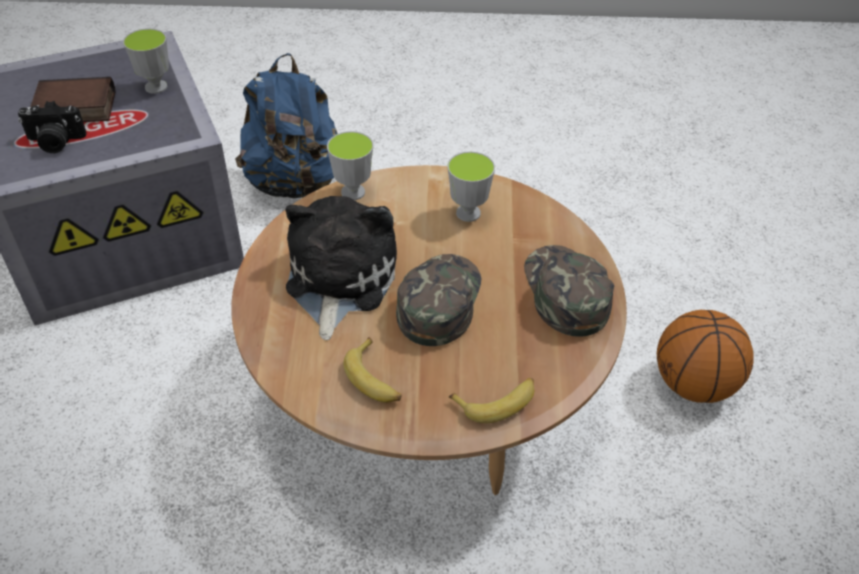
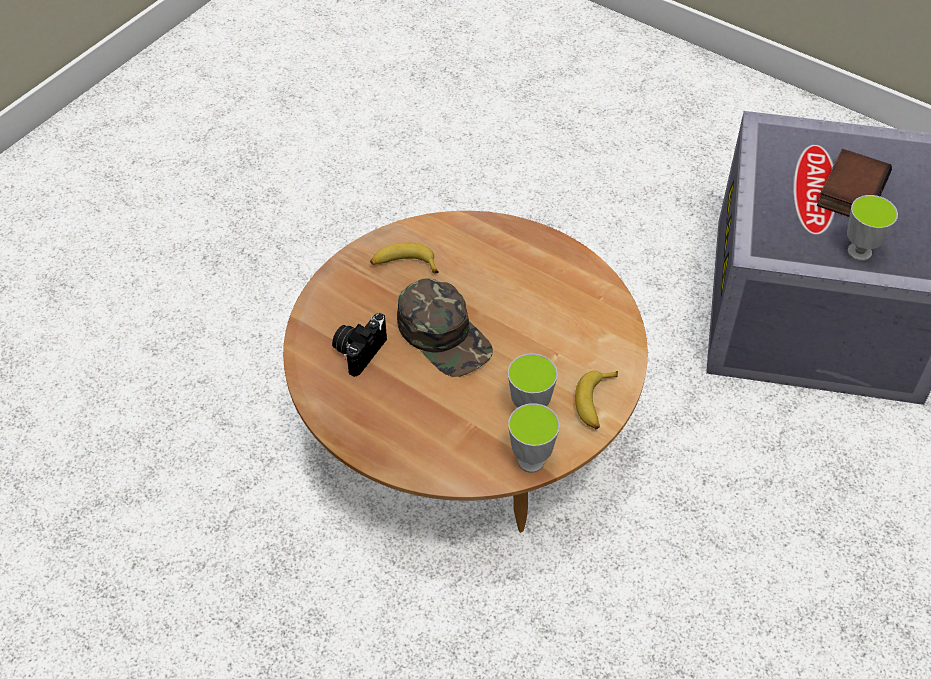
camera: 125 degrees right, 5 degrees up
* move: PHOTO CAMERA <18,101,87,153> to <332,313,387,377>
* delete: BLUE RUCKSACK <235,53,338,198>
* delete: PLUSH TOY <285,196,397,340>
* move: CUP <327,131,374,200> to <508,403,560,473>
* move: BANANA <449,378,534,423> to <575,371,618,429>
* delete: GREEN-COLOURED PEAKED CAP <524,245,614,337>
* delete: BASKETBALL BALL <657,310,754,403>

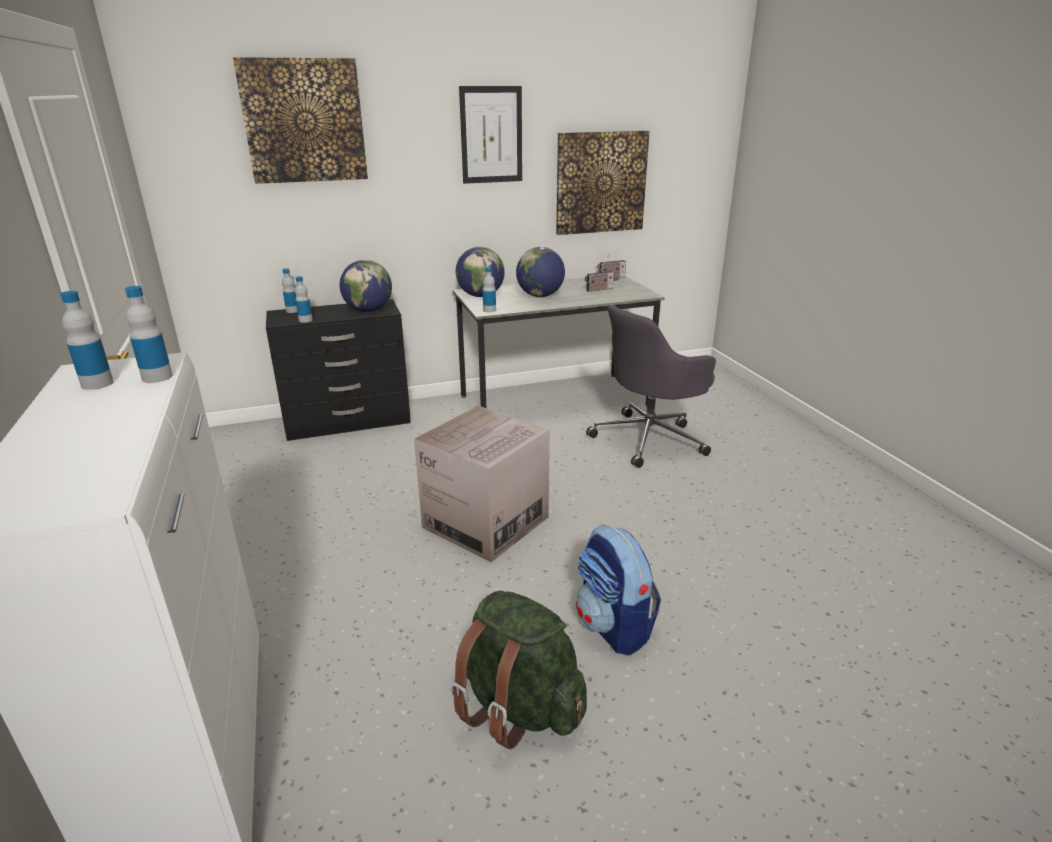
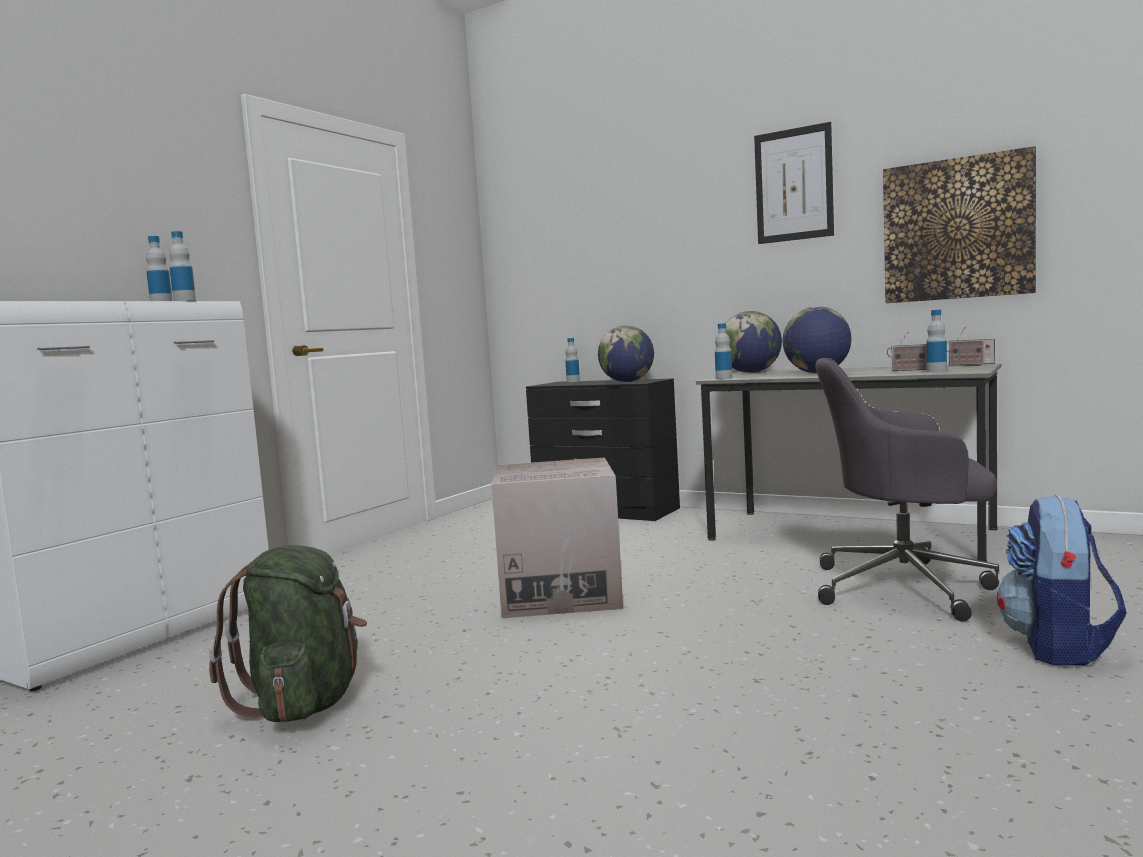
camera: 50 degrees right, 20 degrees down
* delete: WALL PICTURE <233,57,368,184>
* move: BEVERAGE BOTTLE <295,276,313,323> to <926,310,947,372>
* move: RUCKSACK <576,525,661,655> to <997,495,1127,665>

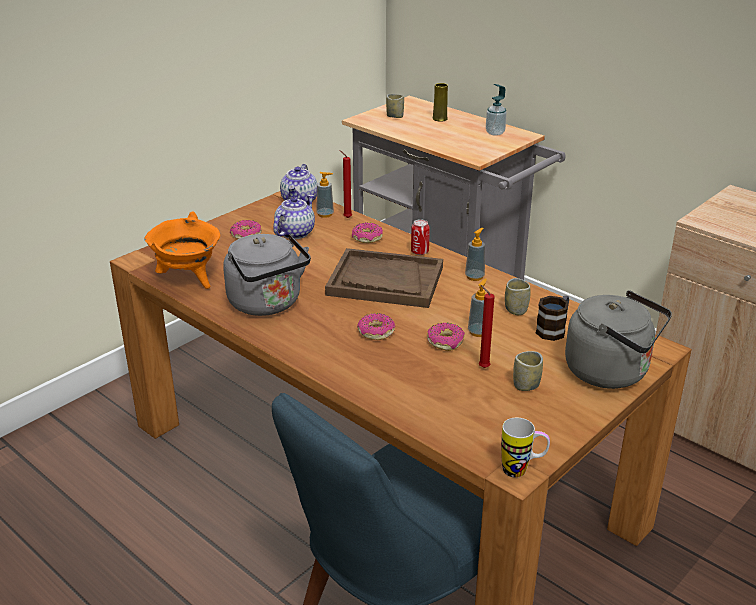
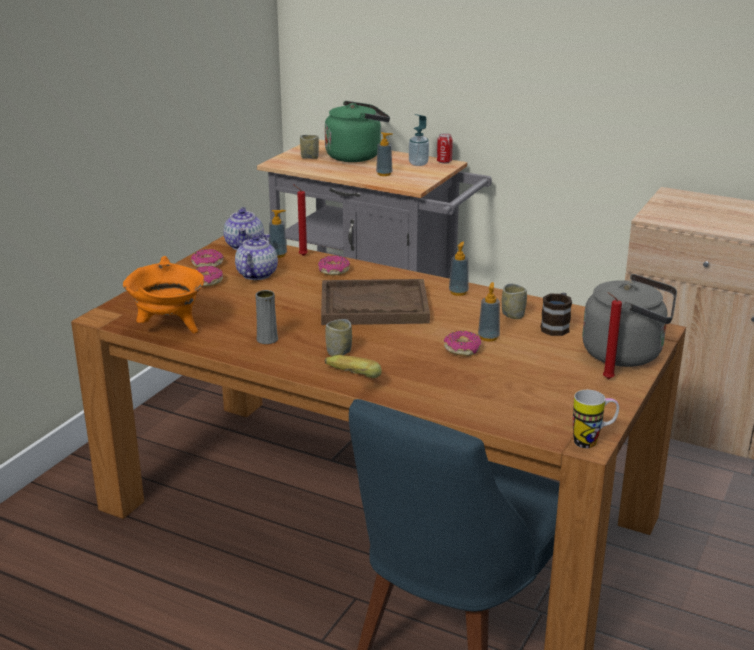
camera: 15 degrees left, 5 degrees down
* replace: GREYISH TEA KETTLE <223,234,311,316> to GREYISH DECORATIVE VASE <256,290,278,344>
* move: DOUGHNUT <357,313,395,340> to <191,249,224,267>
* move: CAN <411,219,430,255> to <437,133,453,164>
* replace: YELLOW-COLOURED DECORATIVE VASE <433,83,448,122> to GREEN-COLOURED TEA KETTLE <325,101,390,162>
* move: RED-COLOURED WAX LIGHT <479,285,495,368> to <603,292,622,379>
* move: CUP <513,351,543,391> to <325,319,352,356>
* insert: BANANA <325,355,382,378>
* insert: SOAP BOTTLE <376,132,393,176>

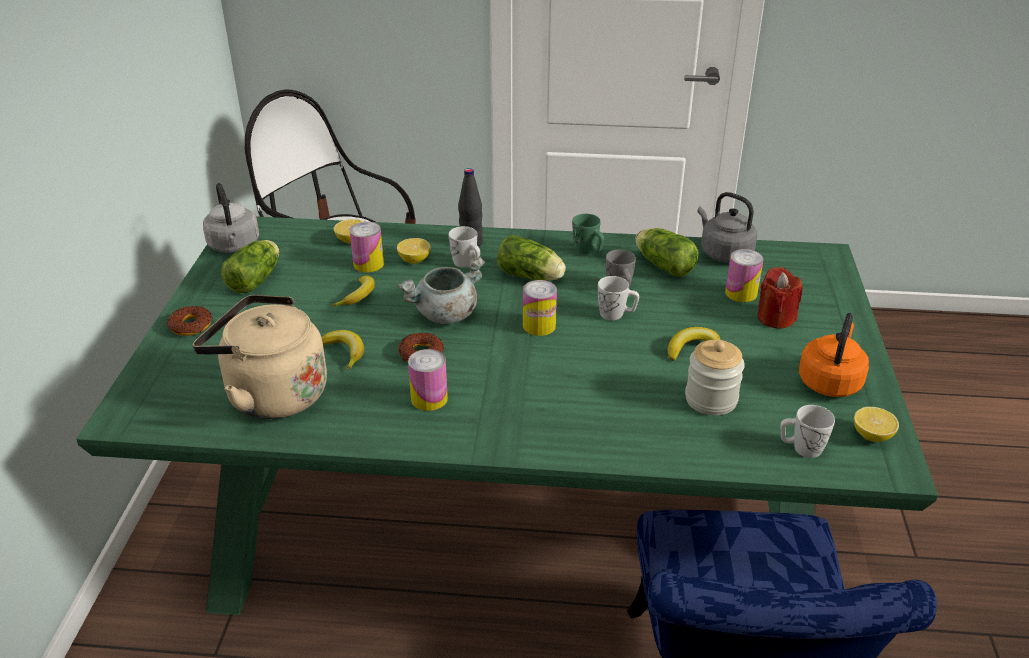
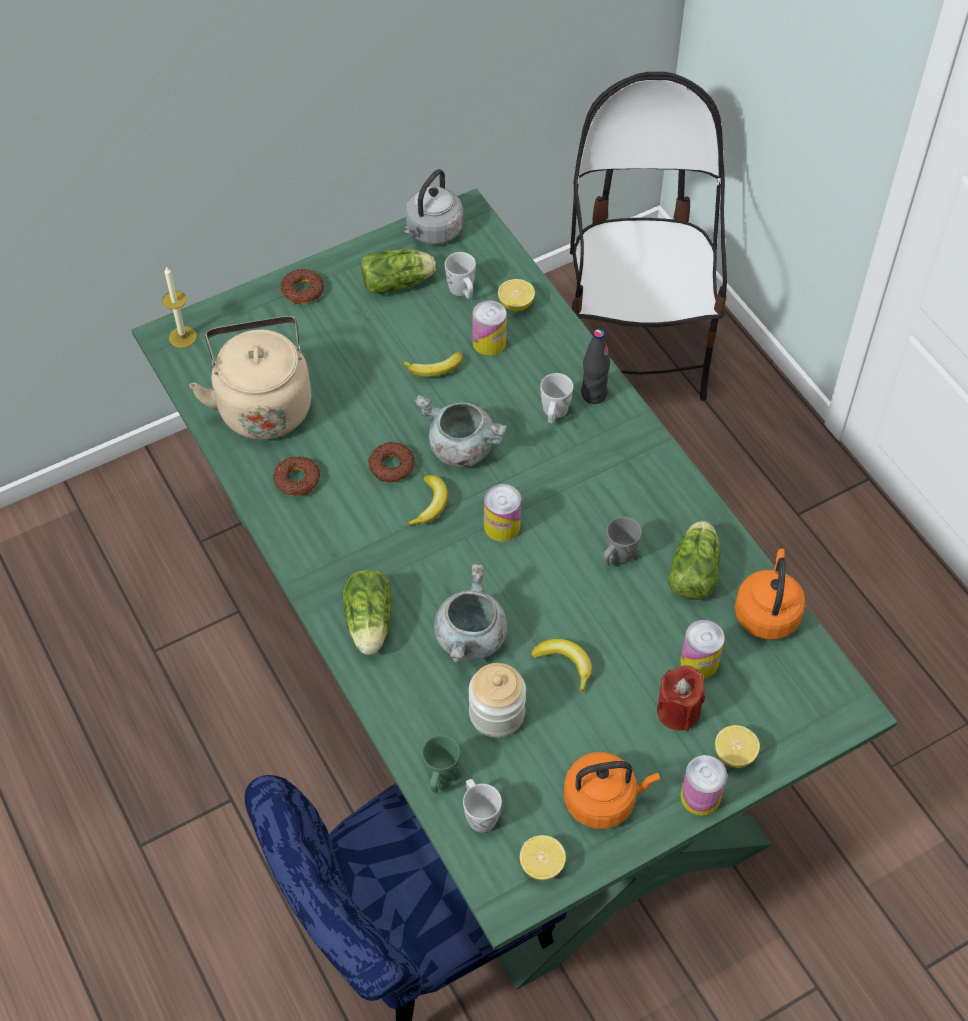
camera: 55 degrees right, 20 degrees up
* move: BANANA <321,330,364,371> to <405,475,448,526>
* move: CITRUS FRUIT <397,238,431,264> to <715,725,760,768>
* move: CAN <408,349,448,411> to <681,755,727,816>
* move: LETTUCE <497,235,566,281> to <342,570,392,655>
* move: GREEN-COLOURED TEA MUG <572,214,604,254> to <422,735,460,793>
* move: WHITISH TEA MUG <598,276,639,321> to <445,252,476,299>
* recolor: GREYISH TEA KETTLE <697,192,758,263> to ORANGE TEA KETTLE <735,549,806,640>
* insert: WAX LIGHT <162,266,197,348>
* insert: DOUGHNUT <273,456,320,496>
* insert: GREYISH STOCKPOT <434,563,507,663>

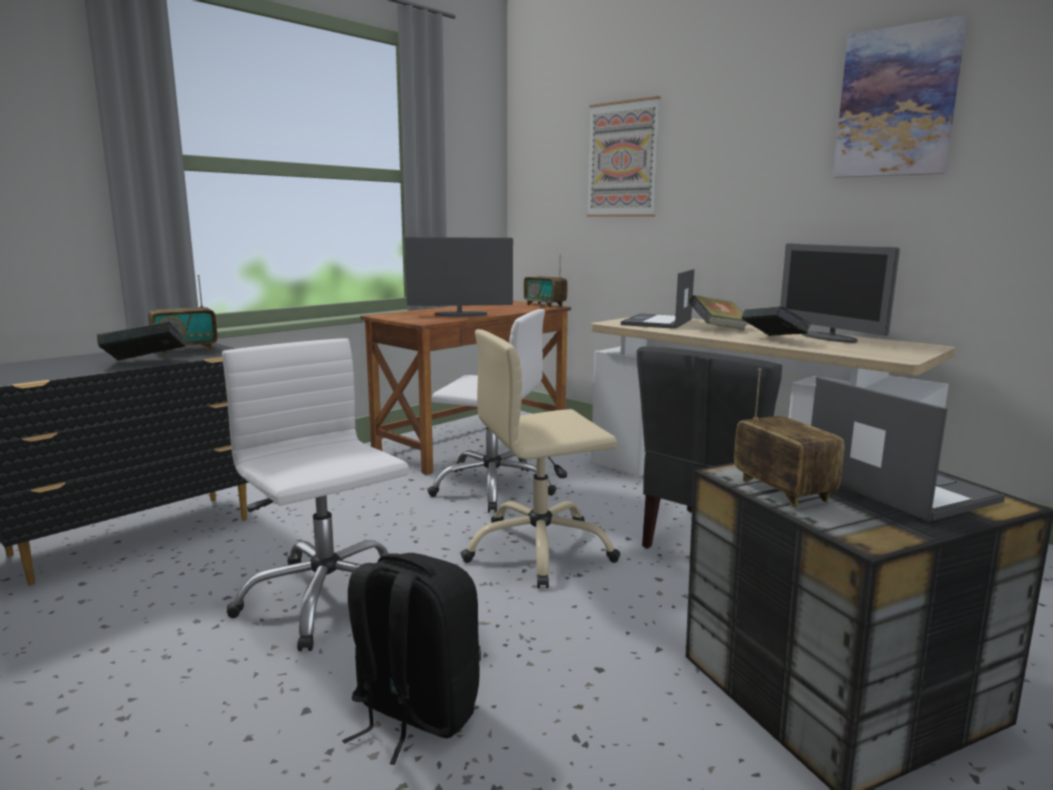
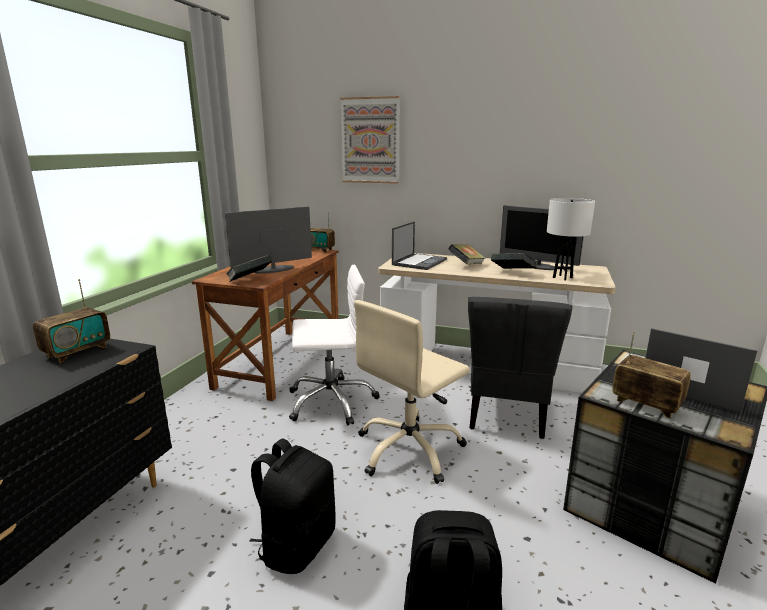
camera: 25 degrees left, 5 degrees up
* move: BOOK <97,321,185,361> to <226,255,272,282>
* replace: WHITISH COMPUTER CHAIR <222,338,409,651> to BLACK-COLOURED RUCKSACK <250,438,336,574>
* rotate: PORTABLE COMPUTER <621,269,694,329> = <392,221,447,270> 150 degrees counterclockwise
* delete: WALL PICTURE <833,15,967,178>
* insert: WHITISH TABLE LAMP <547,198,595,280>

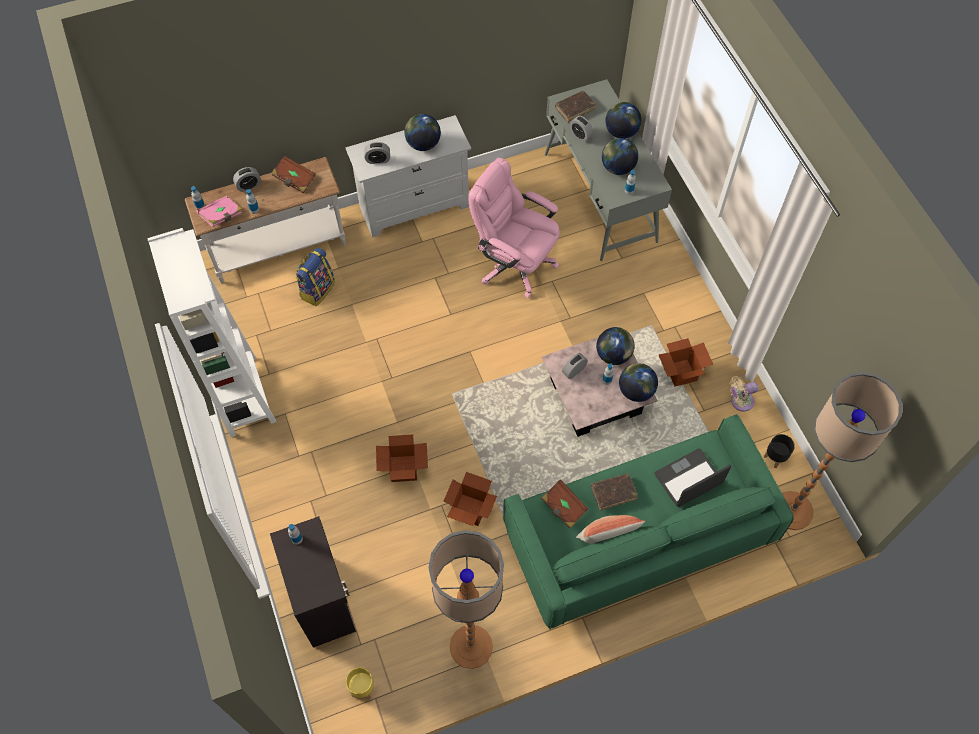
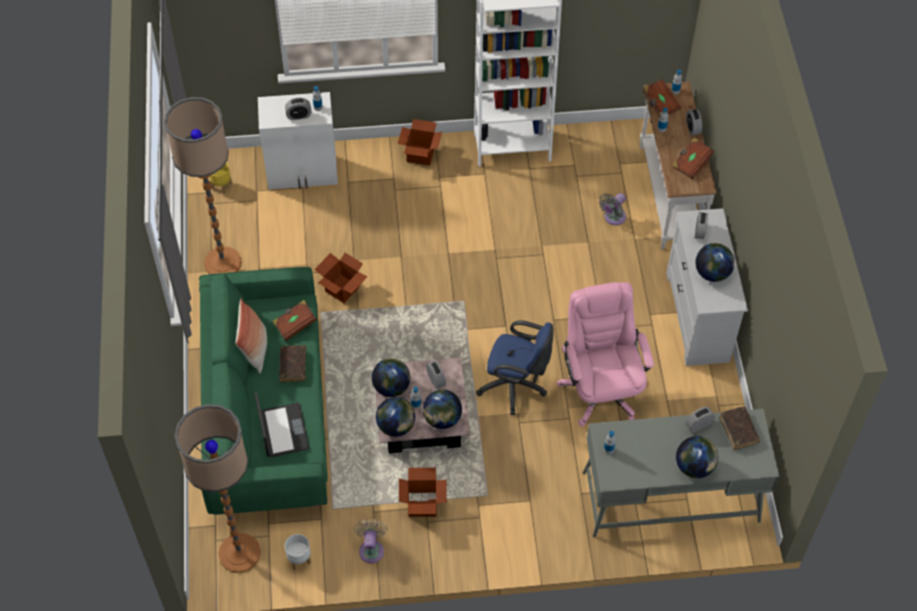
camera: 105 degrees right, 5 degrees down
* recolor: PINK BOOK <196,196,242,227> to BROWNISH BOOK <643,79,681,117>
* recolor: BLACK-COLOURED STORAGE CABINET <270,516,356,648> to WHITISH STORAGE CABINET <258,92,338,190>
* replace: RUCKSACK <295,247,335,306> to GREYISH COOLING FAN <599,193,626,225>
* move: PACKING BOX <376,435,428,482> to <398,119,442,165>
* rotate: PINK COMPUTER CHAIR <468,157,560,298> = <557,282,654,426> 60 degrees counterclockwise
* move: DESK GLOBE <602,138,638,175> to <372,358,410,397>
* recolor: BLACK-COLOURED PLANTER <764,434,795,468> to WHITISH PLANTER <285,534,311,570>
* insert: TABLE CLOCK <285,98,312,120>
* insert: BLUE COMPUTER CHAIR <476,320,554,415>

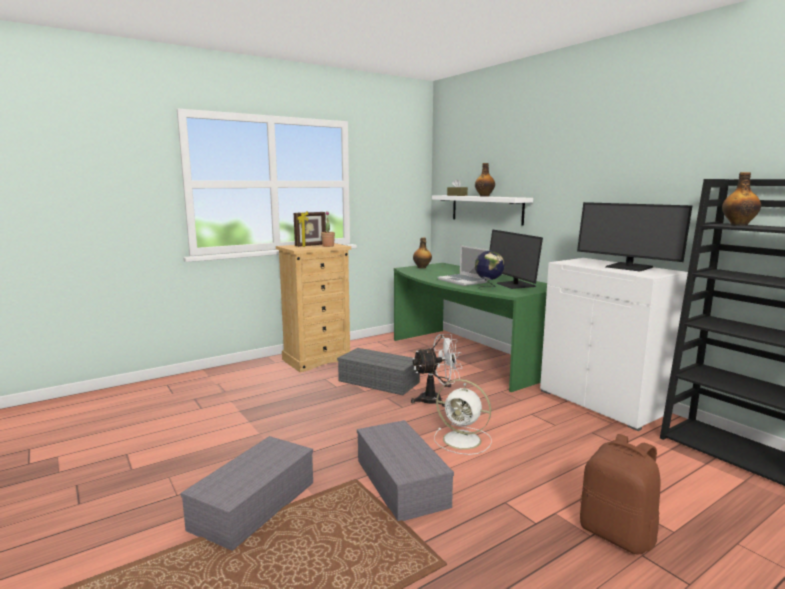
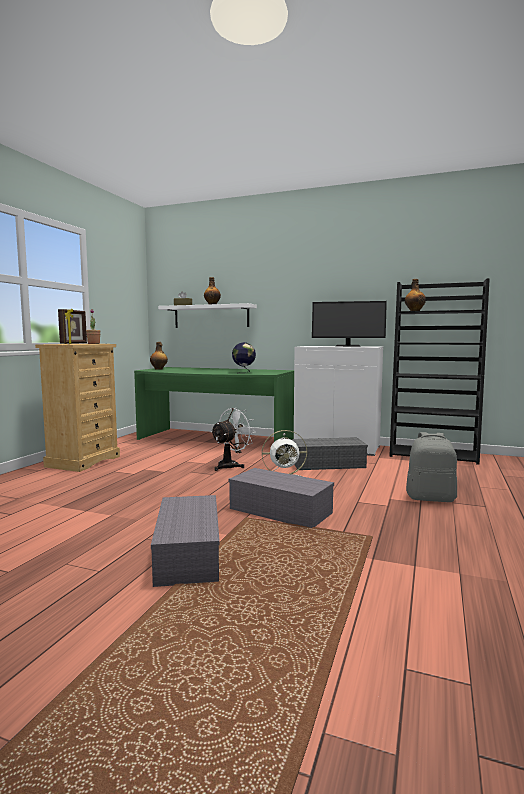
camera: 35 degrees left, 5 degrees down
* move: GREYISH STORAGE BOX <337,348,420,395> to <291,437,368,470>
* delete: PORTABLE COMPUTER <437,245,489,286>
* delete: MONITOR <489,229,543,289>
* recolor: BROWNISH RUCKSACK <580,434,660,555> to GREYISH RUCKSACK <406,432,457,502>

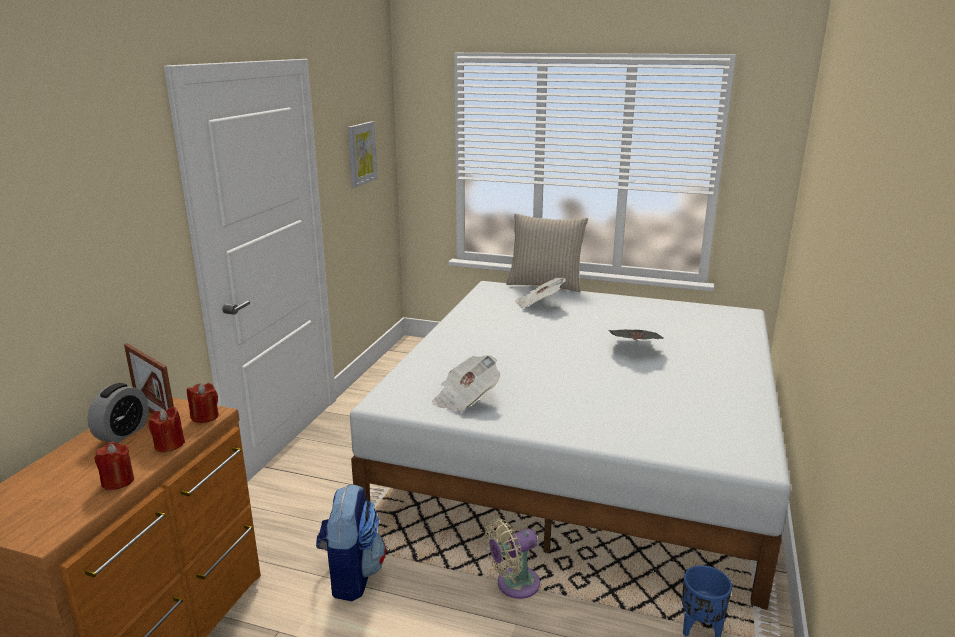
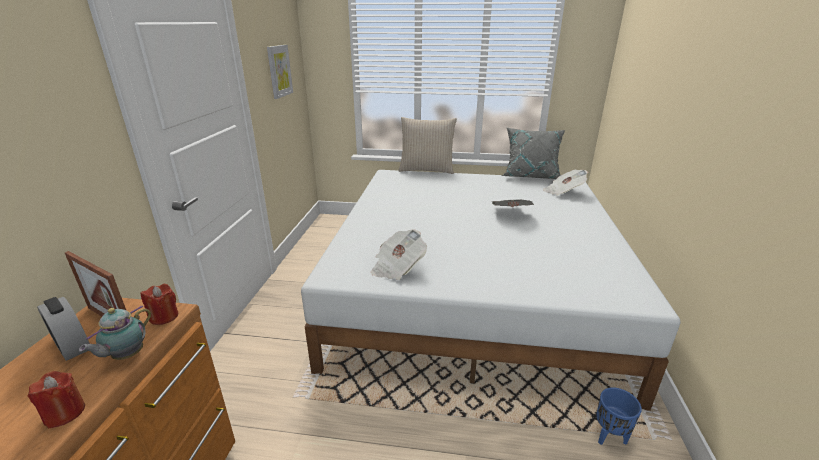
camera: 10 degrees left, 5 degrees up
* rotate: TABLE CLOCK <88,383,149,443> = <37,297,90,361> 120 degrees clockwise
* replace: RED-COLOURED WAX LIGHT <148,407,185,453> to TEA POT <79,305,151,360>
* delete: RUCKSACK <316,484,386,601>
* delete: BEIGE-COLOURED COOLING FAN <484,518,540,599>
* move: DAILY PAPER <515,277,566,308> to <543,170,588,196>
* insert: GREYISH CUSHION <501,127,565,179>

